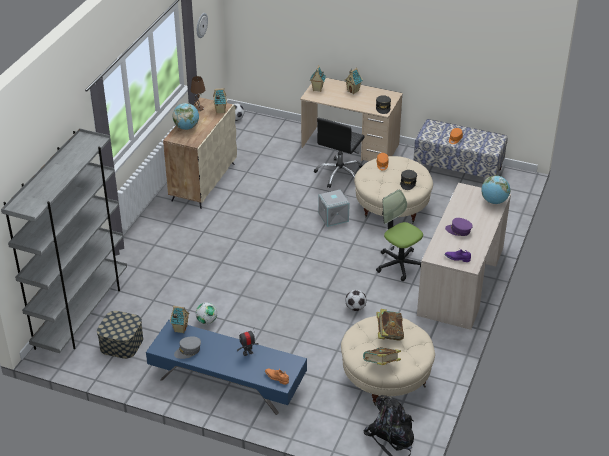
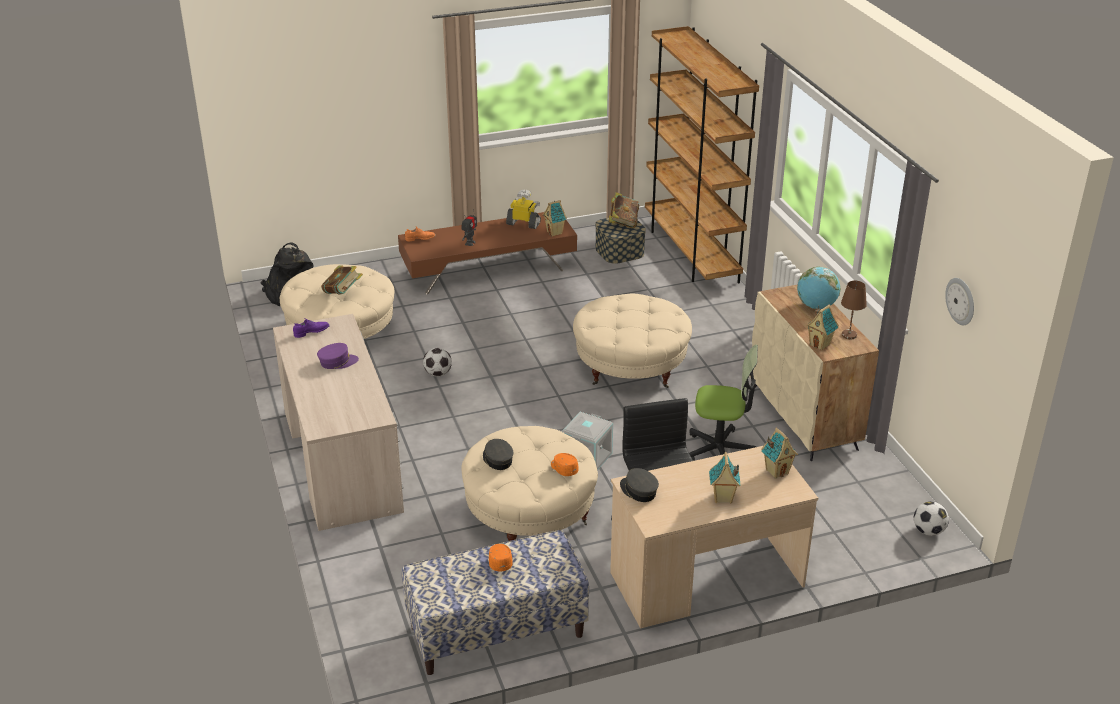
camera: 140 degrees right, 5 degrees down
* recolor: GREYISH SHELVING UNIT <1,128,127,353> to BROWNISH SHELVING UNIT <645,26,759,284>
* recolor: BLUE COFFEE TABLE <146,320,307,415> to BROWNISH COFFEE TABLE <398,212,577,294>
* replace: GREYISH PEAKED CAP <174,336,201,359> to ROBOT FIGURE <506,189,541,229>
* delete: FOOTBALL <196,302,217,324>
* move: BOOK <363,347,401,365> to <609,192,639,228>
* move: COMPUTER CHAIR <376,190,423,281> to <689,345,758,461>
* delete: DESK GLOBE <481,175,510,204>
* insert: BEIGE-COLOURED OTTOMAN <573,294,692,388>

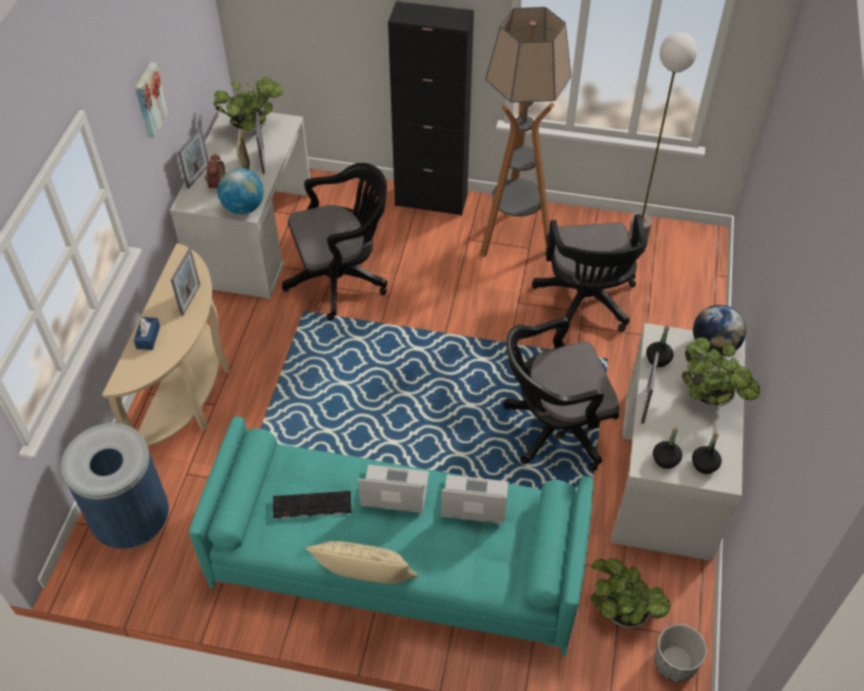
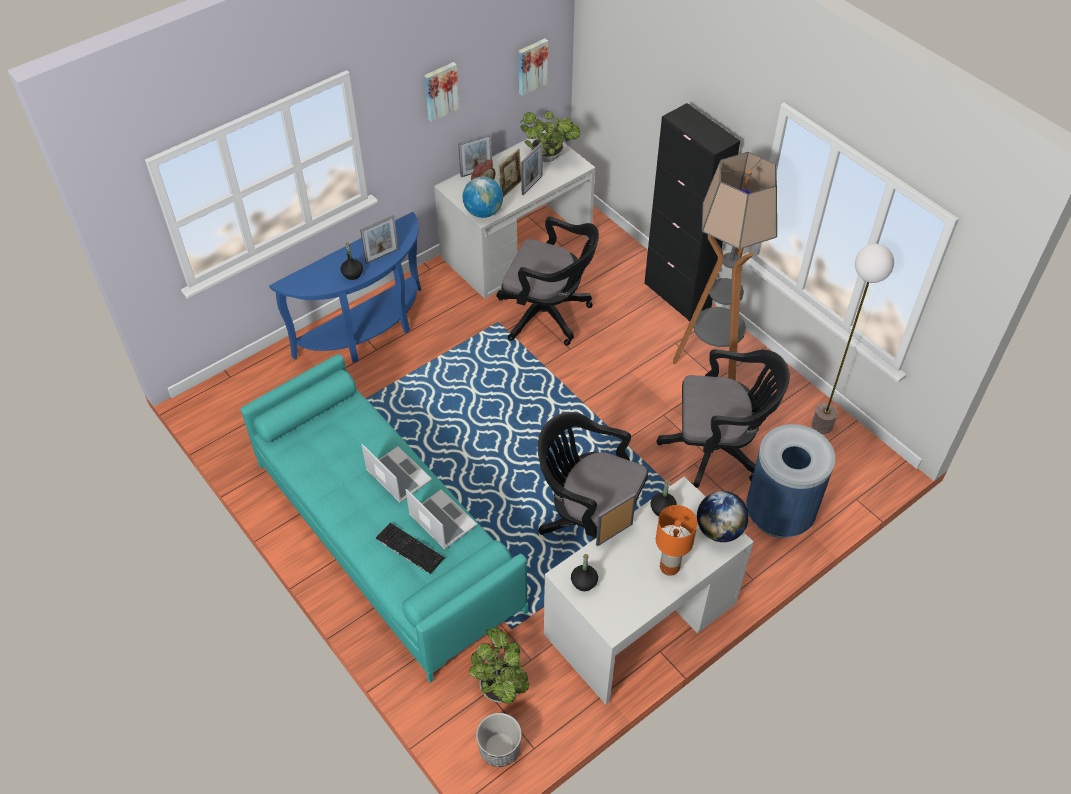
camera: 40 degrees right, 0 degrees up
* move: BLUE WASTE BIN <61,423,169,549> to <746,424,835,538>
* recolor: BEIGE-COLOURED NARROW TABLE <102,243,229,446> to BLUE NARROW TABLE <269,212,421,363>
* delete: BLUE TISSUE HOLDER <134,317,160,350>
* move: COMPUTER KEYBOARD <273,491,351,519> to <376,523,445,574>
* delete: BEIGE-COLOURED CUSHION <306,541,418,584>
* rotate: BLACK-COLOURED COMPUTER CHAIR <532,214,648,332> = <656,349,790,488> 120 degrees counterclockwise
* replace: PLANT IN A POT <682,337,760,408> to ORANGE TABLE LAMP <656,505,697,576>
* move: BLACK-COLOURED BEVERAGE BOTTLE <692,432,722,474> to <341,242,363,280>
* insert: WALL PICTURE <518,38,548,96>

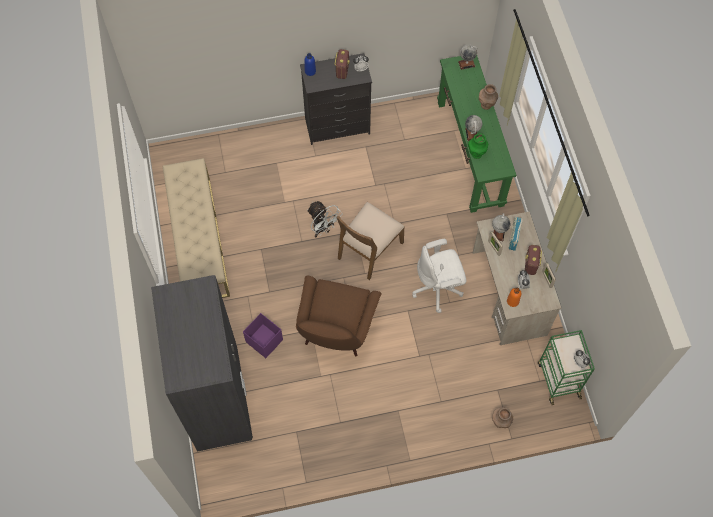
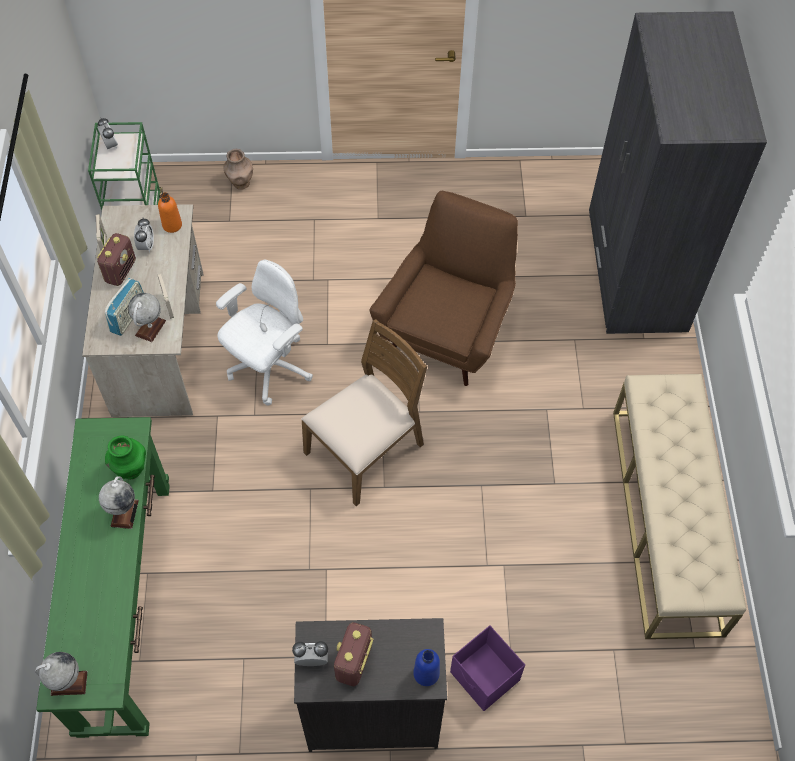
camera: 170 degrees left, 5 degrees down
* move: PURPLE-COLOURED STORAGE BOX <243,313,283,358> to <450,625,525,711>
* delete: WHITISH COOLING FAN <307,201,343,237>
* rotate: WHITISH COMPUTER CHAIR <412,239,467,313> = <216,260,313,405> 45 degrees counterclockwise
* delete: BROWNISH DECORATIVE VASE <479,84,498,110>

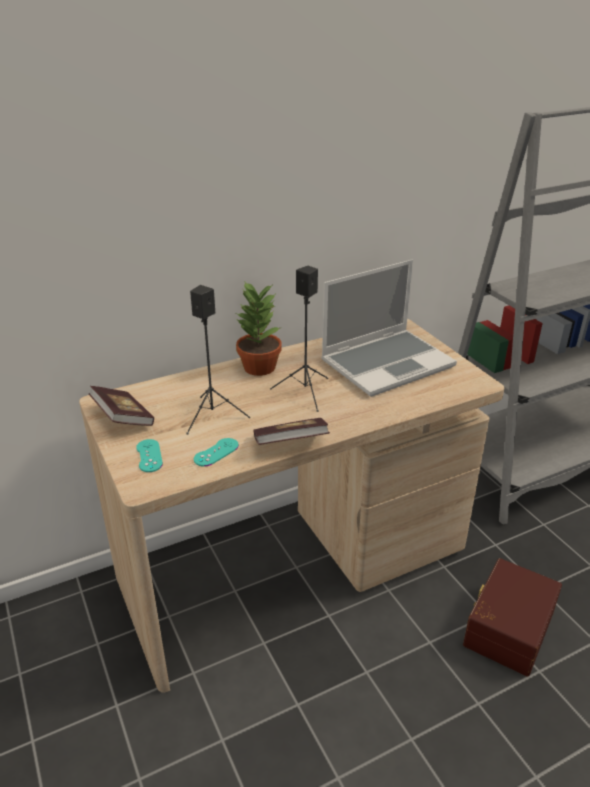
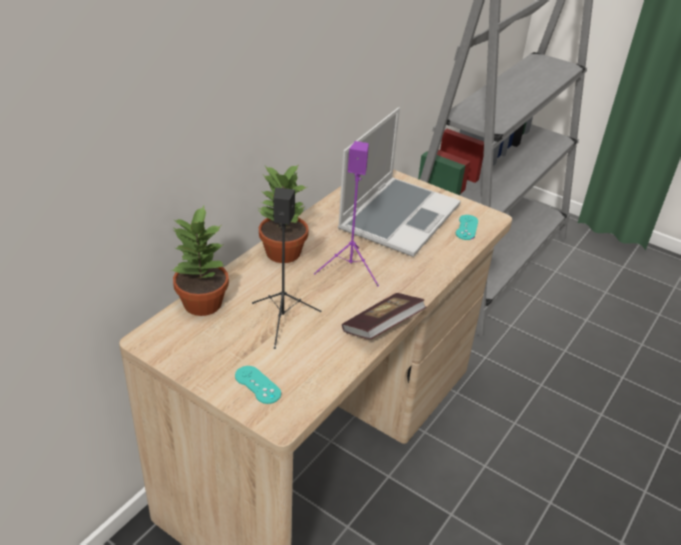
camera: 30 degrees left, 5 degrees up
* delete: BOOK <89,386,154,426>
* move: TURQUOISE JOYPAD <194,438,239,467> to <456,215,478,240>
* recolor: BLACK-COLOURED LOUDSPEAKER <270,266,328,412> to PURPLE-COLOURED LOUDSPEAKER <314,141,379,286>
* delete: BROWNISH STORAGE BOX <463,558,562,677>
* insert: PLANT IN A POT <172,206,229,316>

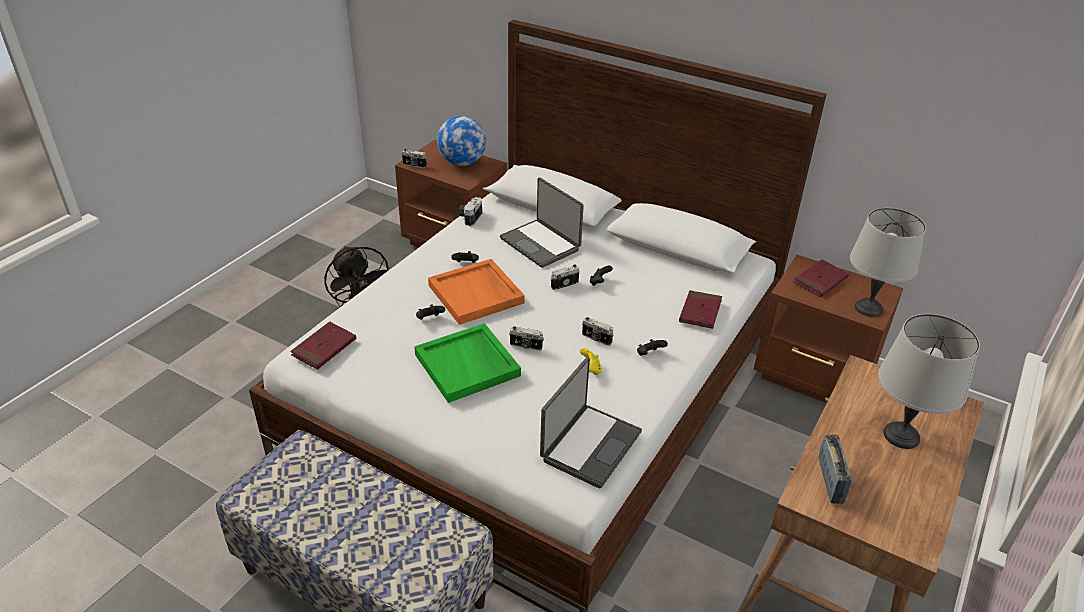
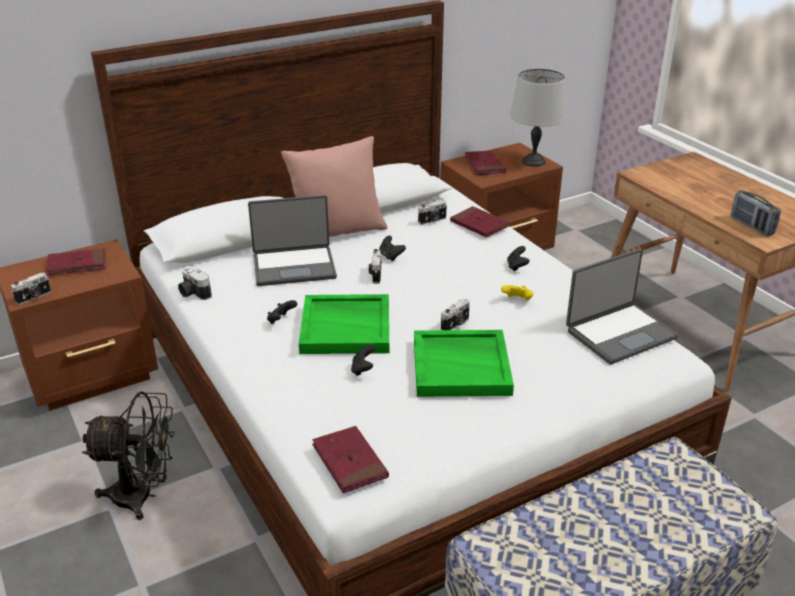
camera: 60 degrees left, 5 degrees down
* recolor: ORANGE SERVING TRAY <428,259,525,325> to GREEN-COLOURED SERVING TRAY <299,294,389,354>
* replace: DESK GLOBE <437,116,486,166> to RED-COLOURED BOOK <46,248,105,275>
* rotate: PORTABLE COMPUTER <540,357,642,488> = <566,249,679,365> 90 degrees clockwise
* move: PHOTO CAMERA <582,317,614,346> to <418,200,447,225>
* rotate: RADIO RECEIVER <819,434,852,504> = <731,190,781,236> 150 degrees counterclockwise
* delete: GREYISH TABLE LAMP <878,314,980,449>
* insert: PINK CUSHION <281,136,387,237>

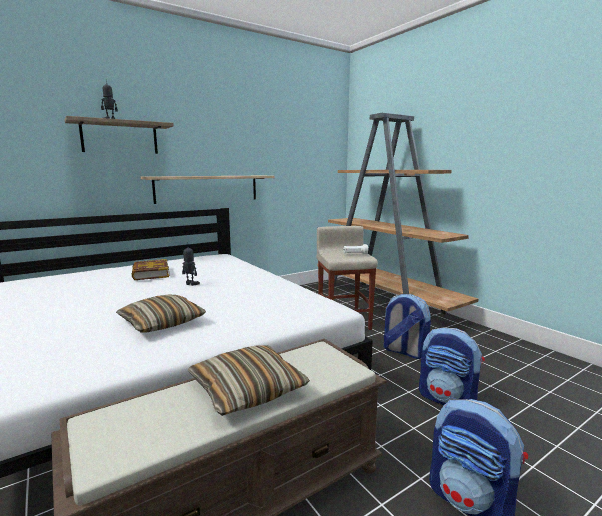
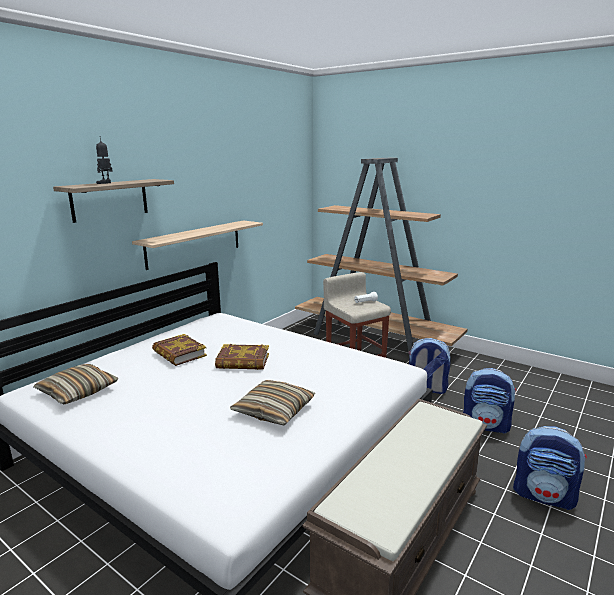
camera: 20 degrees left, 5 degrees up
* replace: ROBOT FIGURE <182,242,200,286> to BOOK <215,344,269,370>
* move: CUSHION <187,345,310,416> to <34,364,118,404>

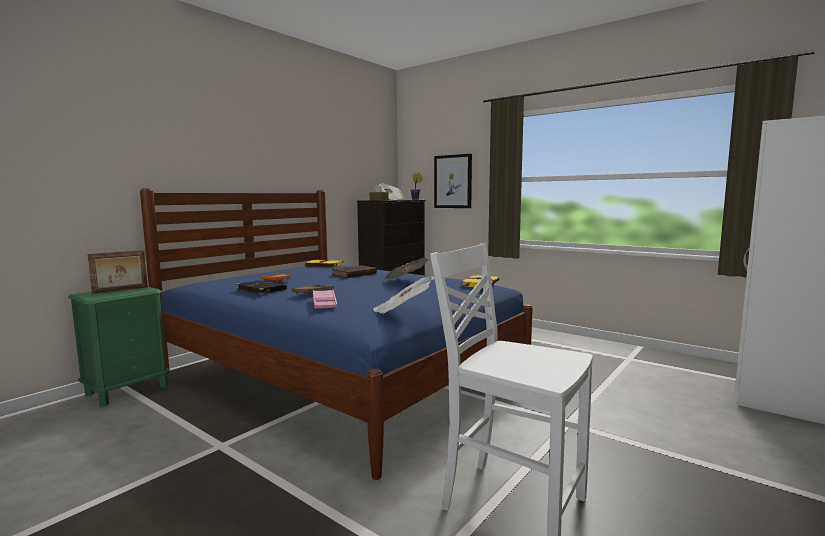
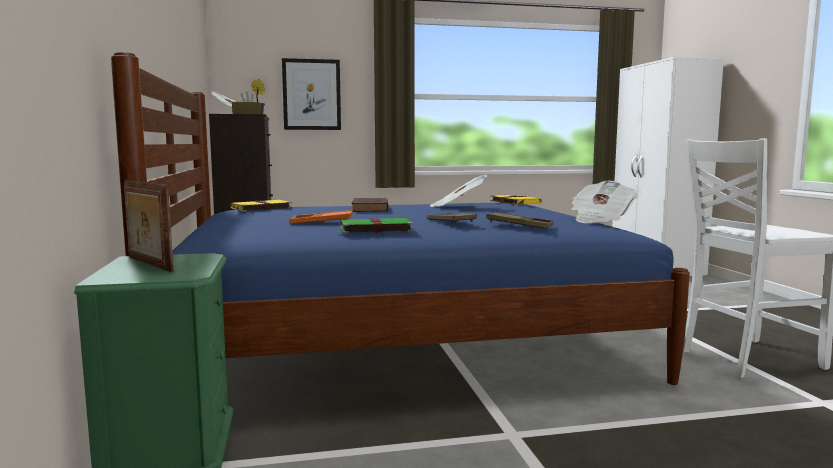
camera: 50 degrees left, 0 degrees up
* rotate: PHOTO FRAME <88,250,148,294> = <124,180,174,272> 135 degrees clockwise
* recolor: BLACK-COLOURED BOOK <236,280,287,295> to GREEN-COLOURED BOOK <336,218,413,233>
* recolor: PINK SERVING TRAY <313,290,337,309> to BROWNISH SERVING TRAY <486,212,554,228>

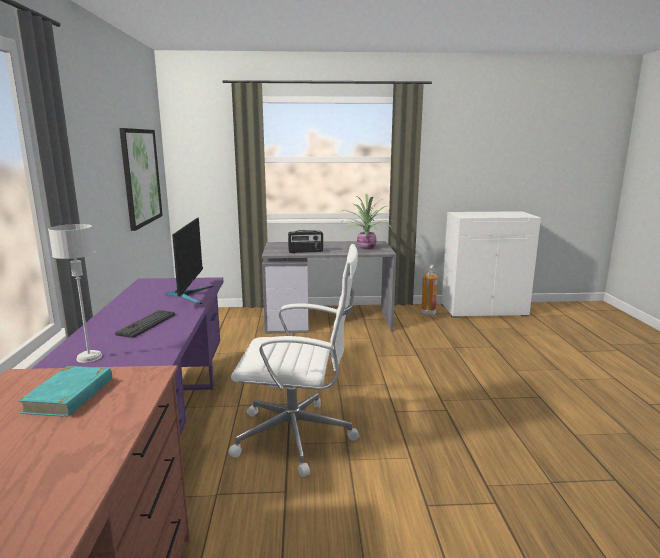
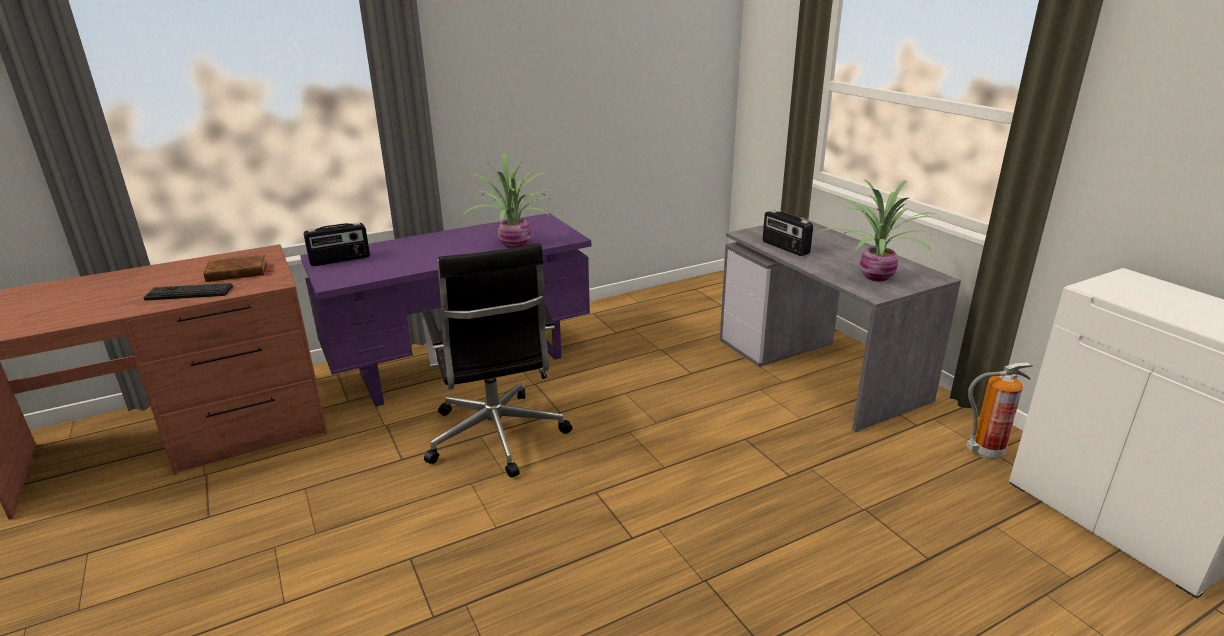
camera: 65 degrees right, 10 degrees up
* recolor: TURQUOISE BOOK <18,366,112,417> to BROWNISH BOOK <203,255,275,282>
* replace: GREYISH TABLE LAMP <48,224,102,363> to RADIO RECEIVER <304,223,370,266>
* move: COMPUTER KEYBOARD <115,310,175,338> to <144,283,233,301>
* delete: WALL PICTURE <119,128,163,231>
* replace: MONITOR <166,218,213,304> to PLANT IN A POT <464,154,553,248>
* recolor: WHITISH COMPUTER CHAIR <228,244,359,477> to BLACK-COLOURED COMPUTER CHAIR <421,244,572,478>

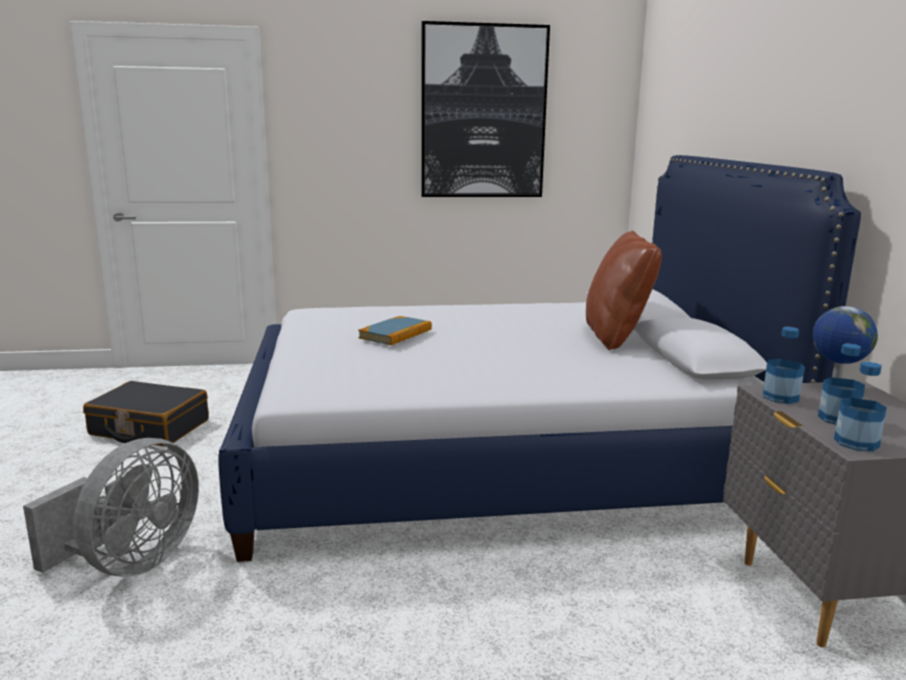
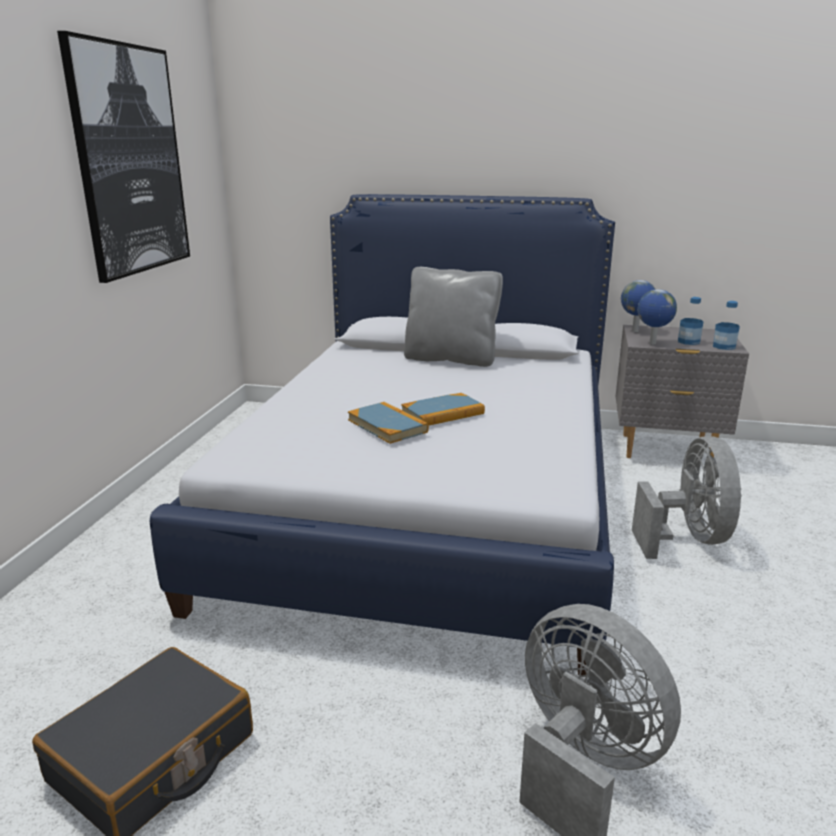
camera: 70 degrees left, 5 degrees up
* recolor: BROWNISH CUSHION <586,231,662,350> to GREYISH CUSHION <404,267,503,367>
* replace: BEVERAGE BOTTLE <763,327,805,404> to DESK GLOBE <638,289,677,344>
* insert: BOOK <401,393,485,425>
* insert: GREYISH COOLING FAN <632,436,741,559>

